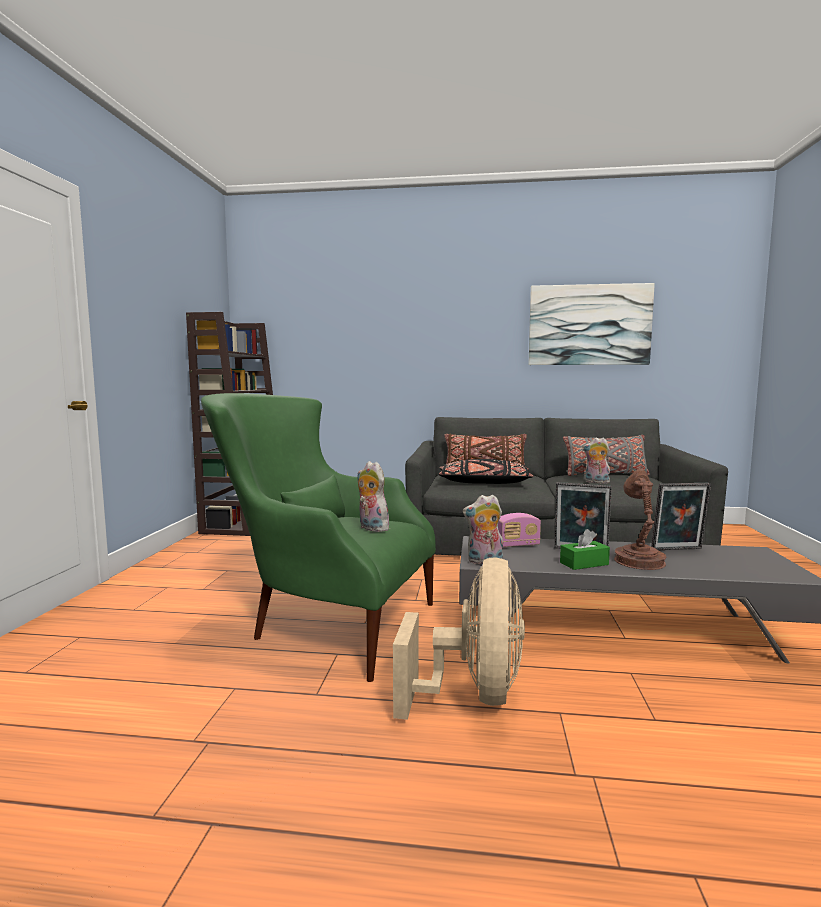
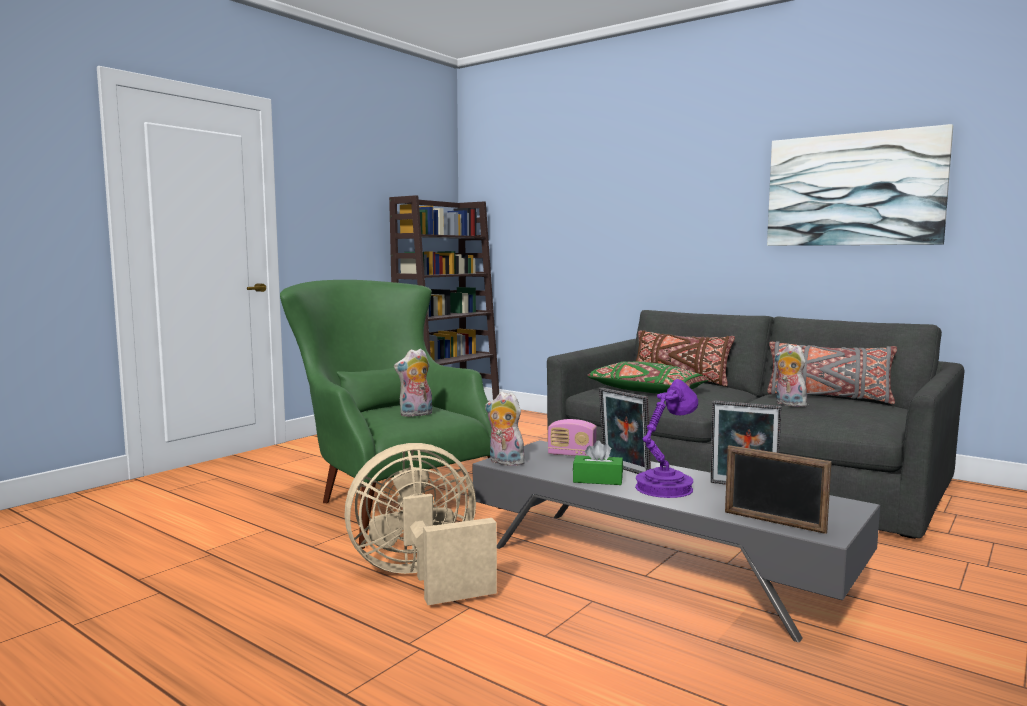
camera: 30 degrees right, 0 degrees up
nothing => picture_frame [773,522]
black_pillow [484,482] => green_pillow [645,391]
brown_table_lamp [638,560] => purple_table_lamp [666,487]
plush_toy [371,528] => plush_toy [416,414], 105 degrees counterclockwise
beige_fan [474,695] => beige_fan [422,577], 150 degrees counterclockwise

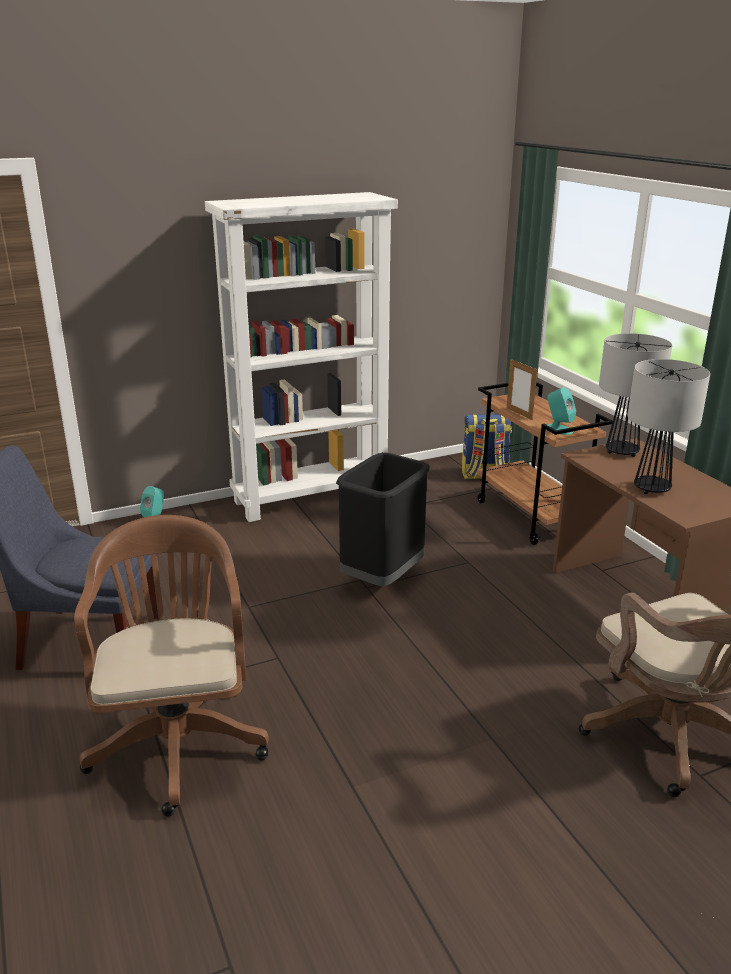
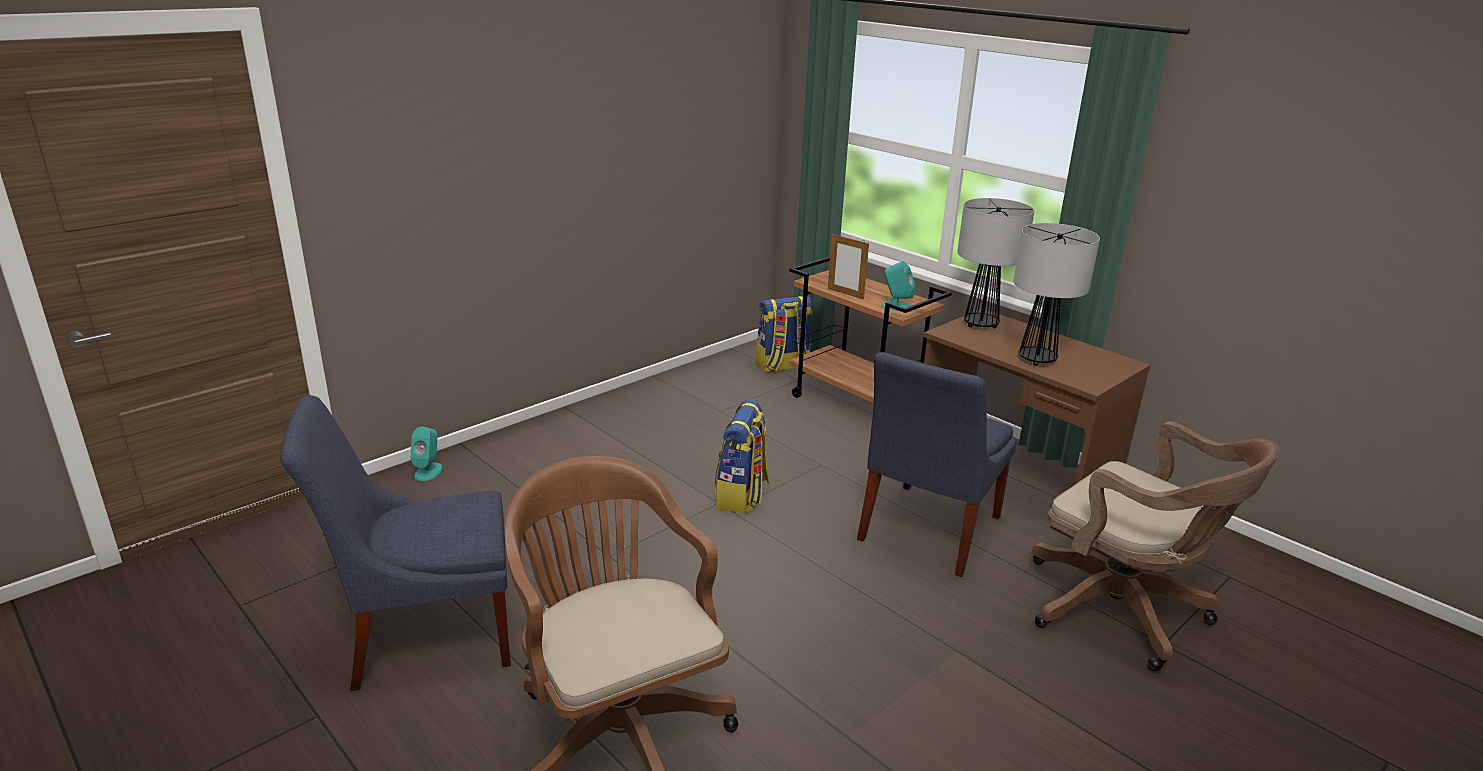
camera: 20 degrees left, 0 degrees up
white_bookcase [312,496] => nothing
nothing => blue_chair [926,531]
black_trash_can [383,578] => backpack [741,496]

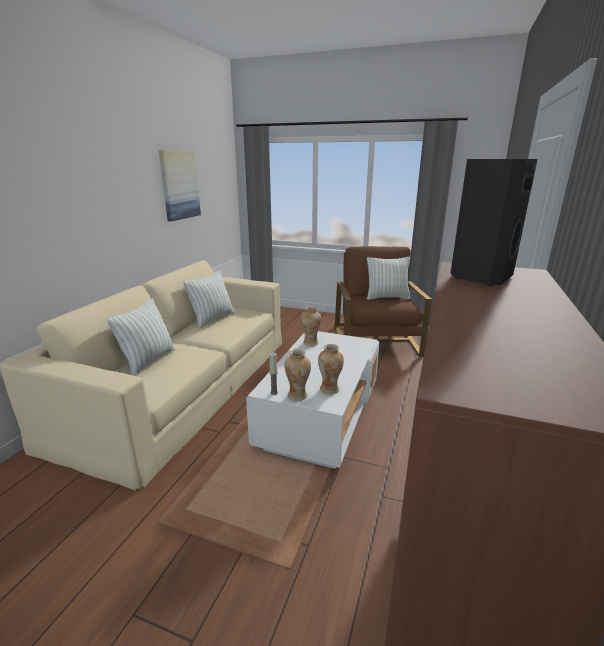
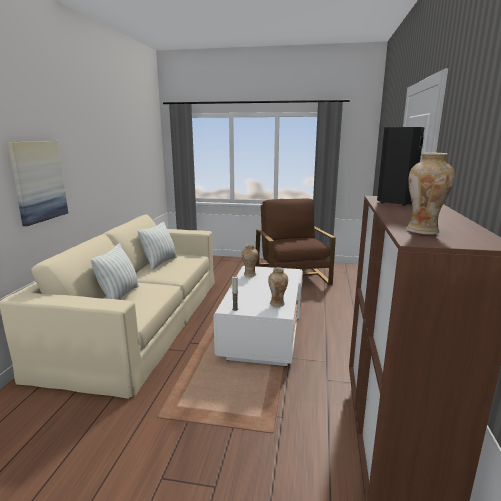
camera: 10 degrees left, 5 degrees down
pillow [387,297] => nothing
picture [179,185] => picture [38,181], move
vase [297,396] => vase [423,231], move

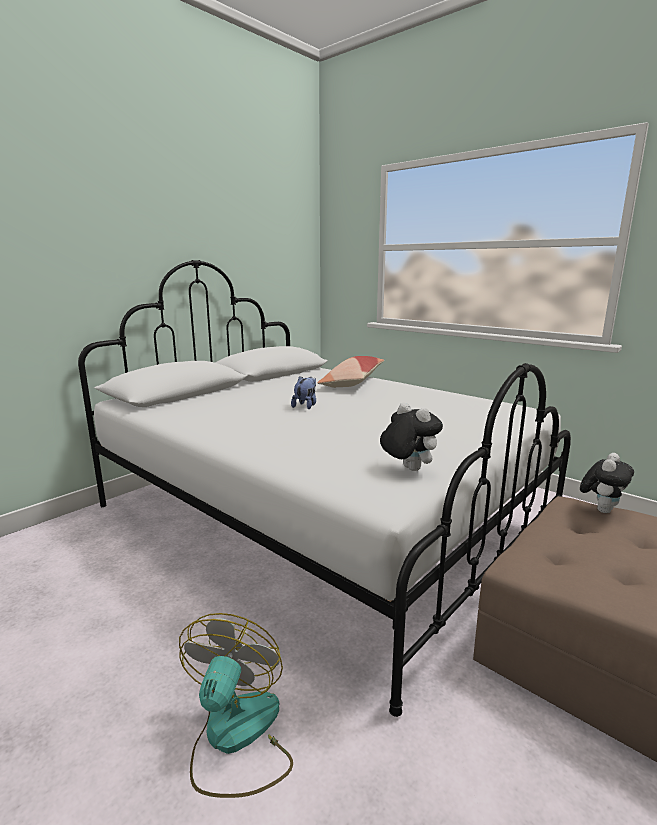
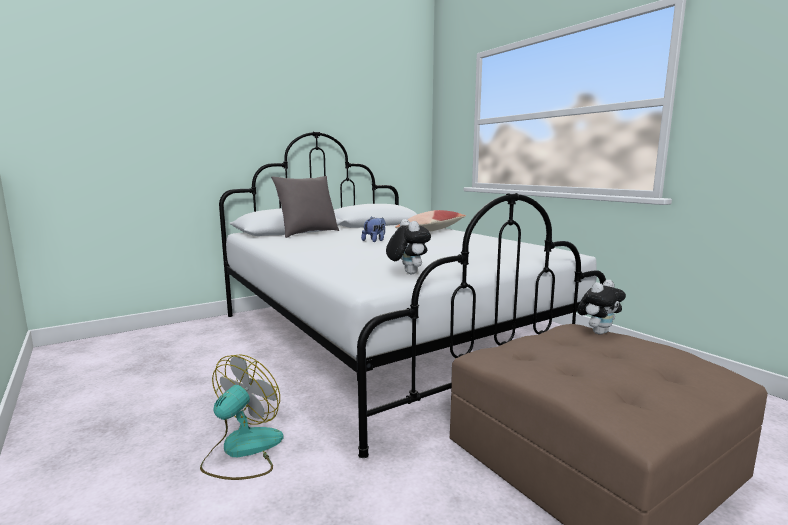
camera: 15 degrees right, 5 degrees down
nothing => grey_pillow [307,233]

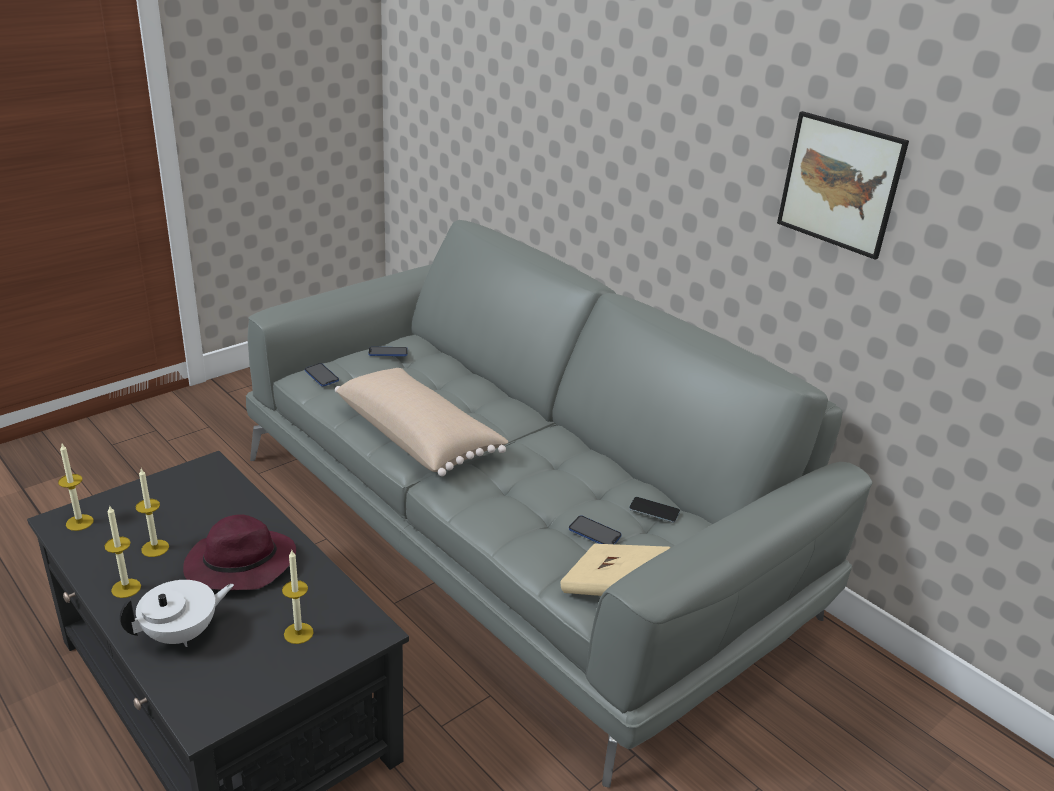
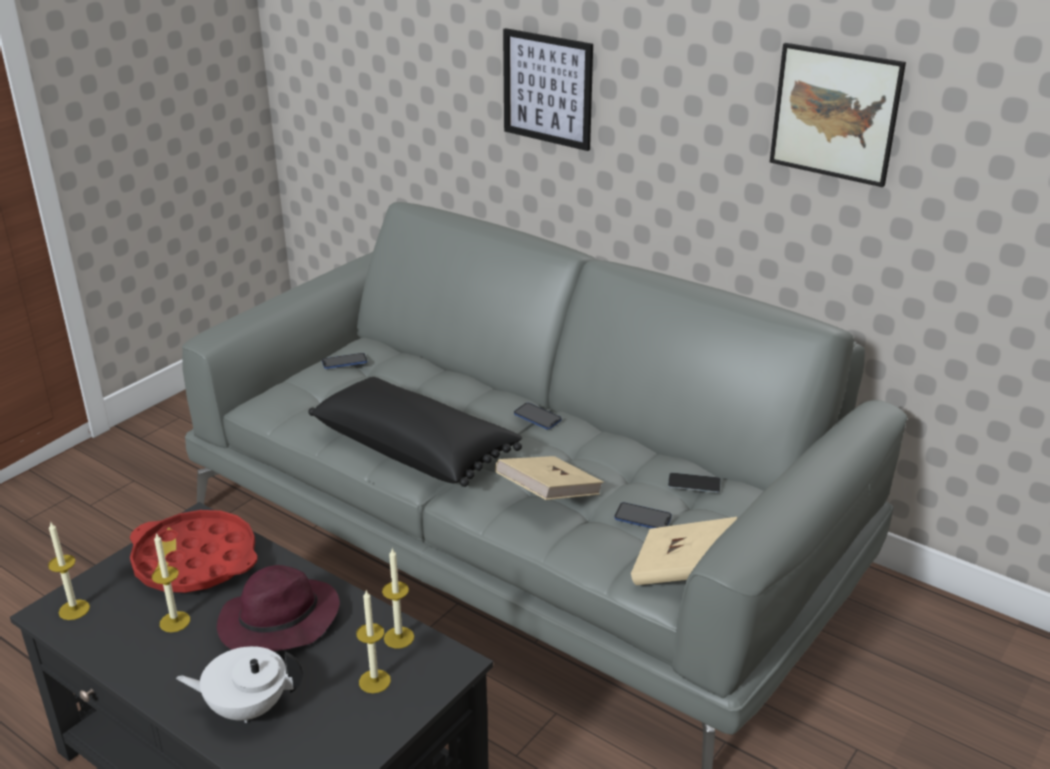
camera: 10 degrees left, 0 degrees up
nothing => red_tray [195,561]
nothing => beige_book [549,496]
nothing => picture [547,89]
candle [126,588] => candle [399,637], move
phone [321,376] => phone [537,417], move
beige_pillow [418,437] => black_pillow [415,449]
white_teapot [182,634] => white_teapot [247,707], 135 degrees counterclockwise

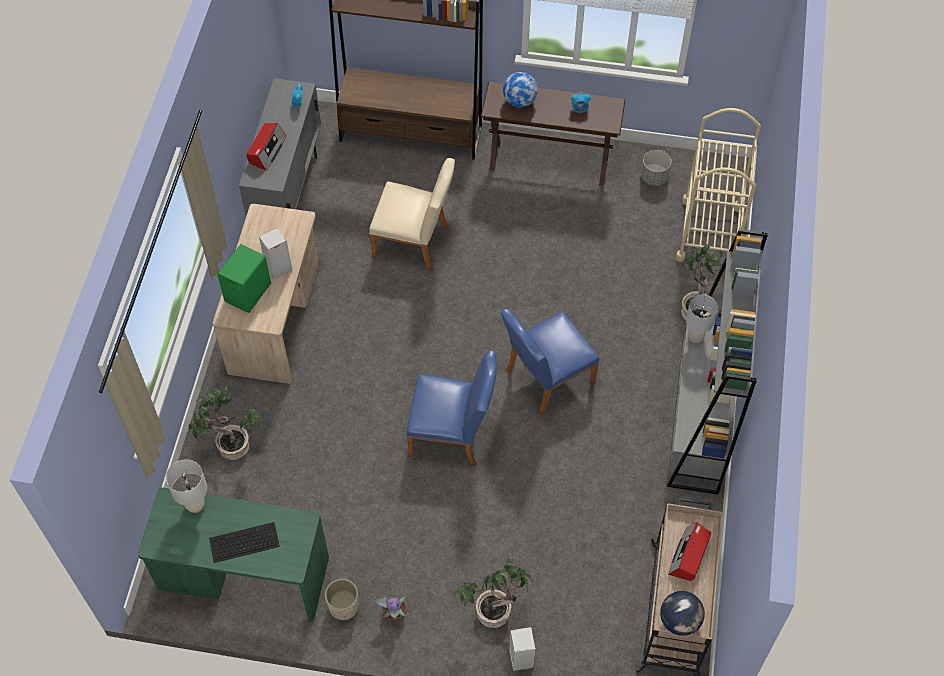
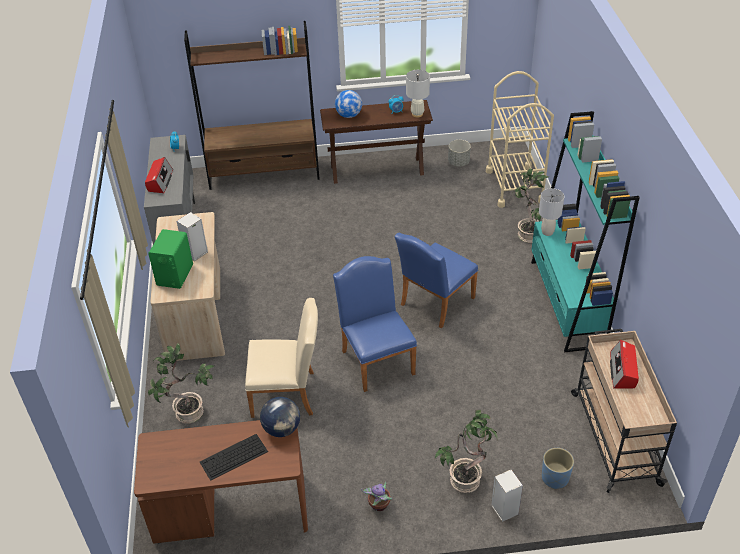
camera: 15 degrees left, 15 degrees down
beige_planter [343,606] => nothing
nothing => blue_planter [555,478]
white_table_lamp [195,505] => white_table_lamp [417,114], move
beige_chair [415,243] => beige_chair [288,394], move
globe [679,621] => globe [282,429], move
green_desk [244,576] => brown_desk [231,511]
grey_bookcase [699,421] => turquoise_bookcase [567,303]
blue_chair [453,435] => blue_chair [376,358], 105 degrees counterclockwise

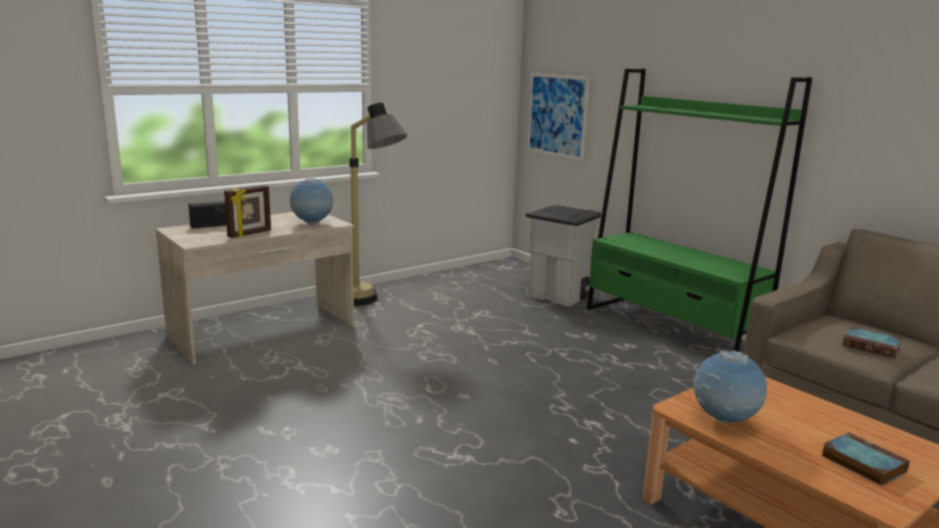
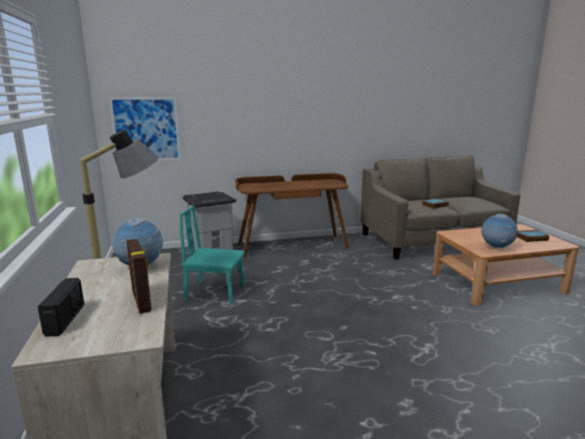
camera: 65 degrees left, 0 degrees up
nothing => turquoise_chair [215,292]
green_bookcase [671,329] => brown_desk [292,245]

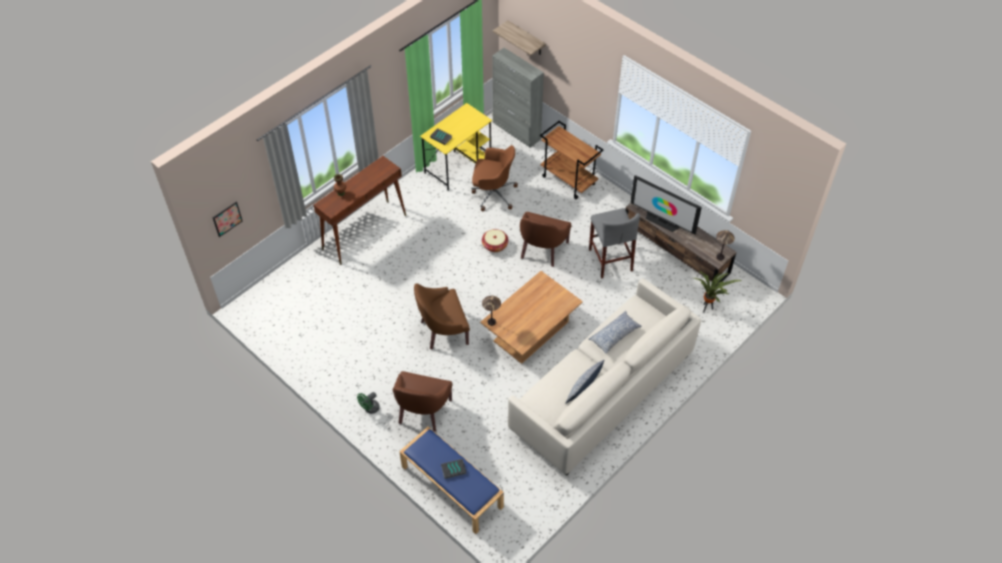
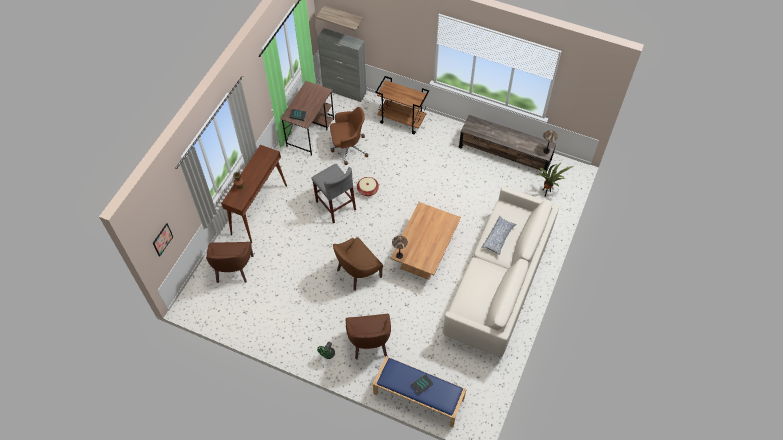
camera: 20 degrees left, 5 degrees up
pillow [584,387] => nothing
television [662,221] => nothing
brown_armchair [542,250] => brown_armchair [232,269], move
grey_stool [610,260] => grey_stool [335,205], move
yellow_desk [458,165] => brown_desk [310,132]

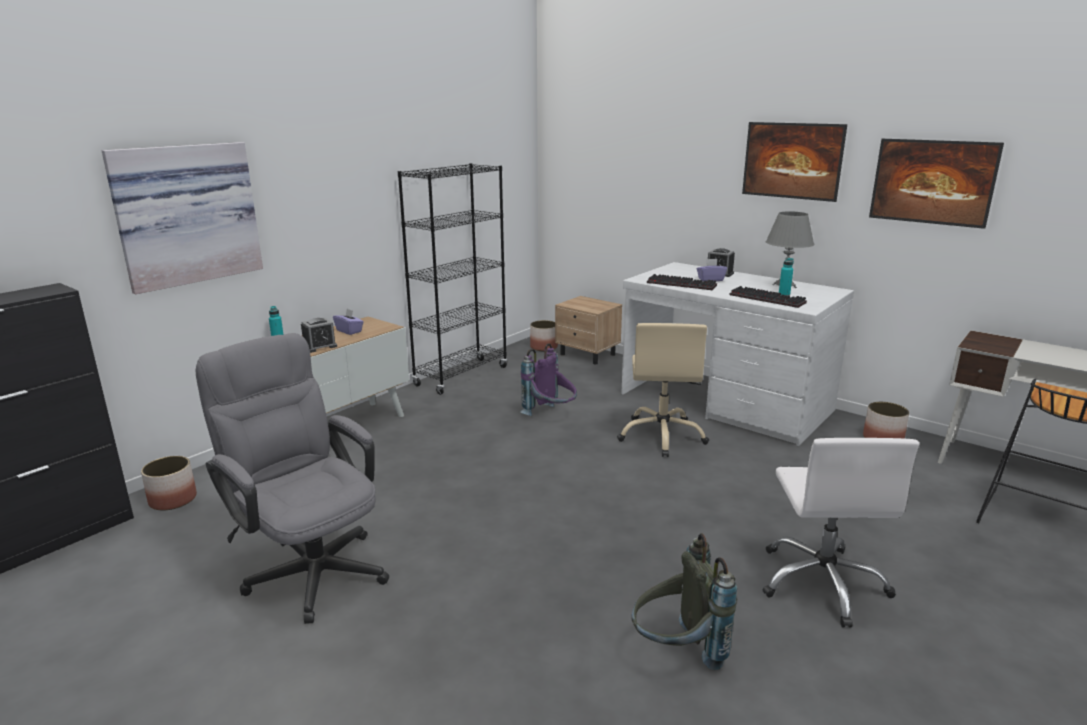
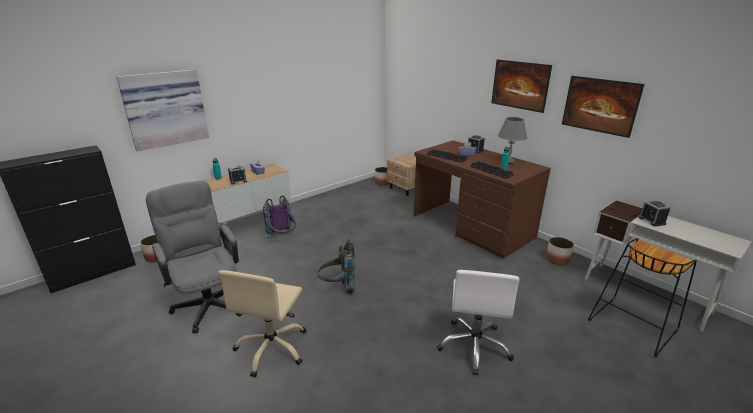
camera: 10 degrees right, 5 degrees up
black_bookcase [461,376] => nothing
nothing => alarm_clock [652,221]
purple_backpack [551,415] => purple_backpack [283,238], move
beige_office_chair [662,436] => beige_office_chair [272,348], move
grey_backpack [677,652] => grey_backpack [338,287], move
white_desk [725,402] => brown_desk [471,226]

